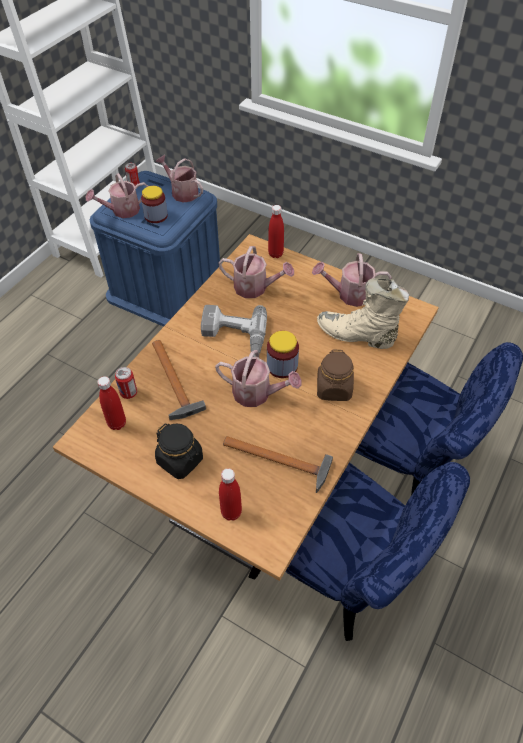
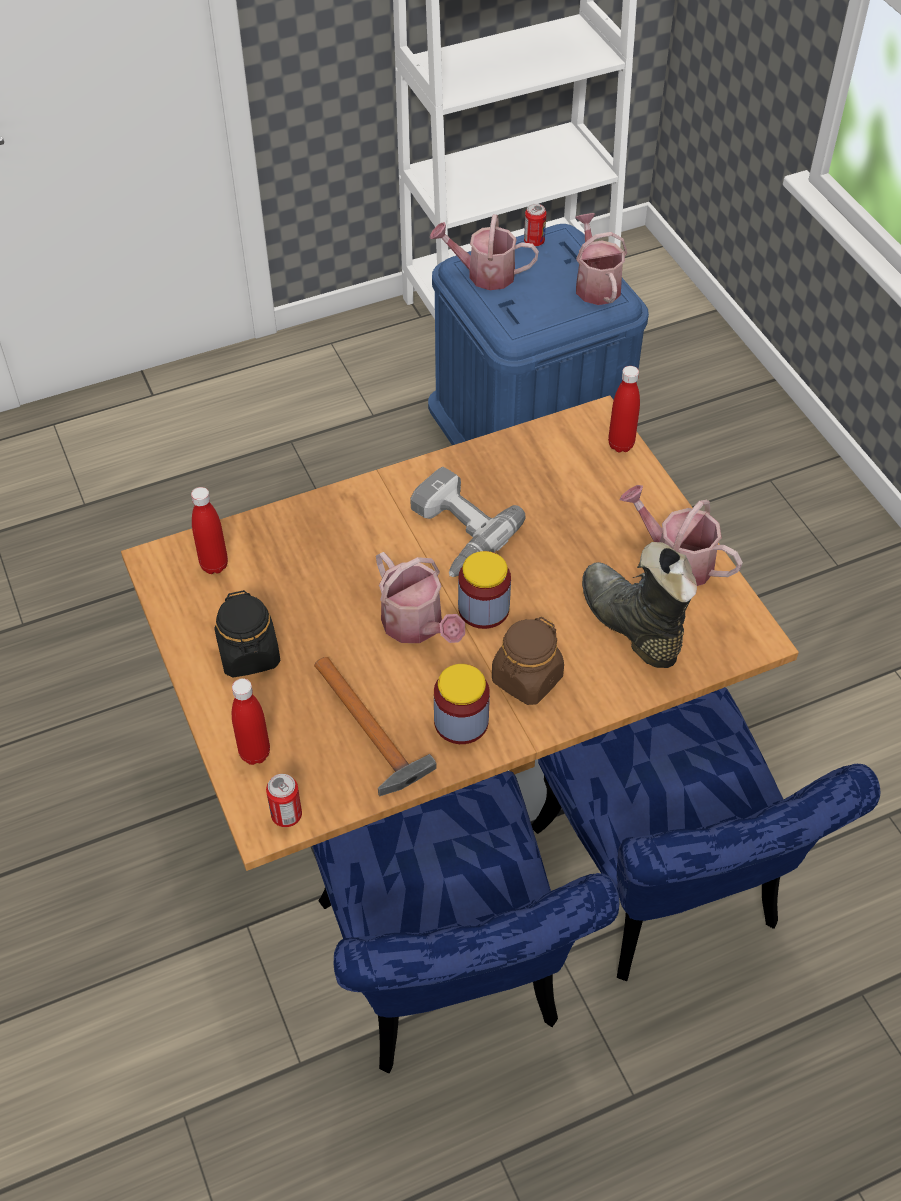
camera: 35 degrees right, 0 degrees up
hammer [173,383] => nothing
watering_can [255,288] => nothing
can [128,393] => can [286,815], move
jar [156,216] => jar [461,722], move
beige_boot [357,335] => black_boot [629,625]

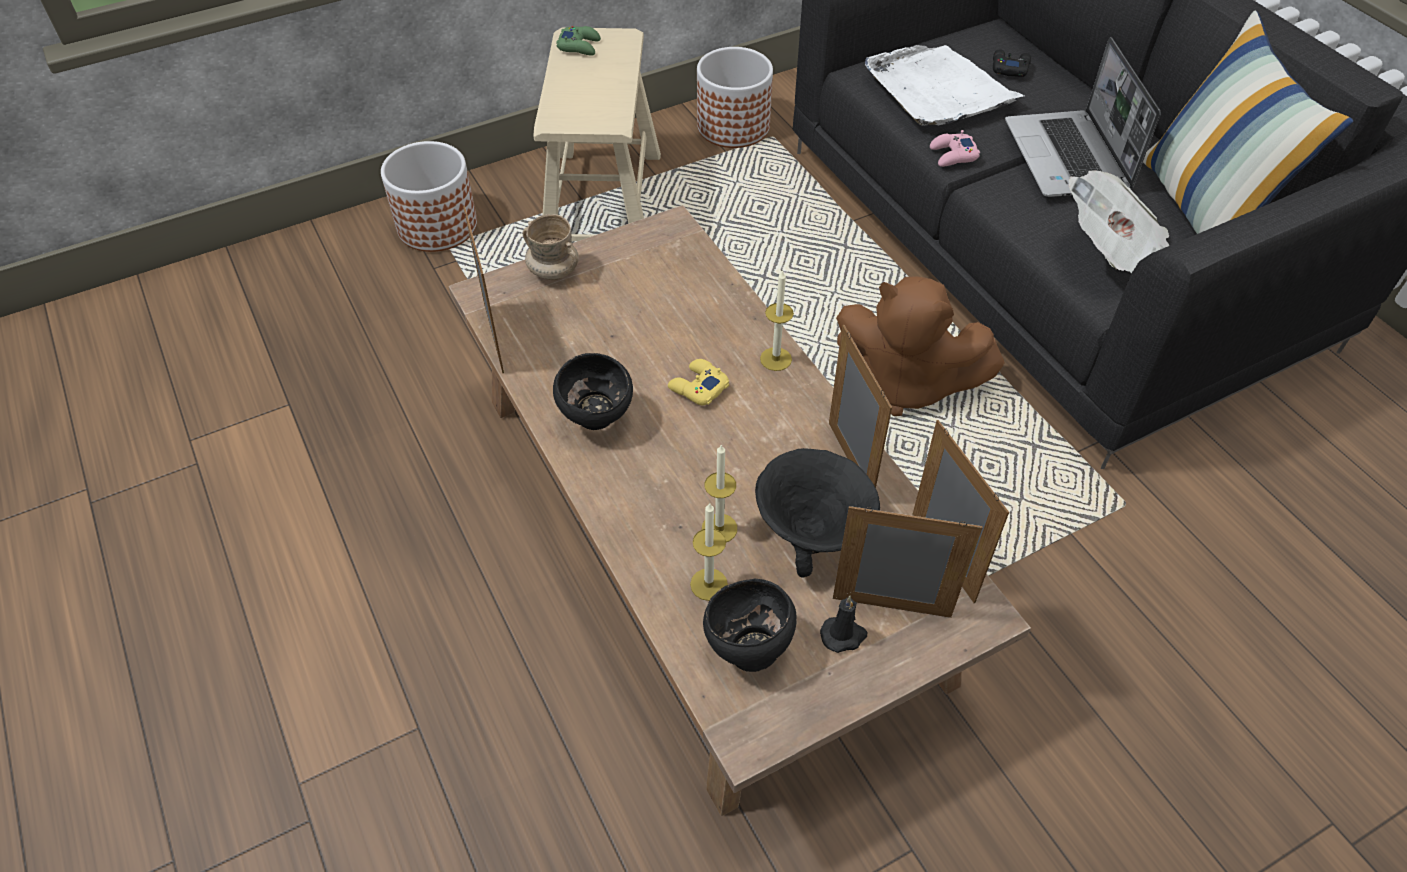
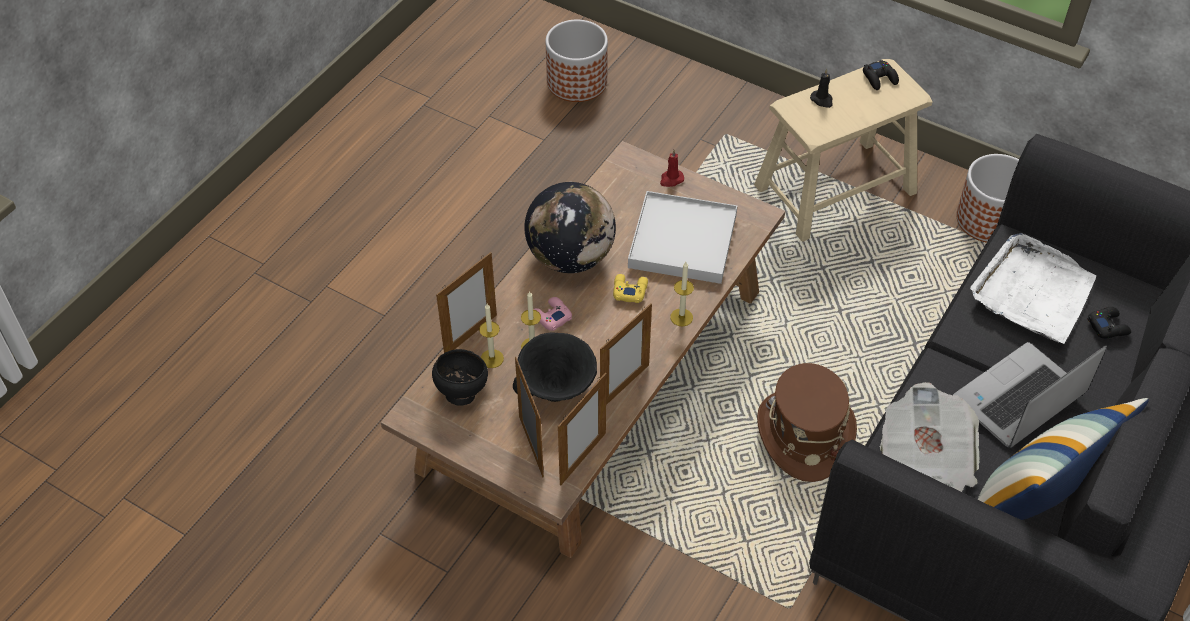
camera: 60 degrees right, 0 degrees up
nothing => white_tray [683,241]
planter [437,226] => planter [577,82], move
picture_frame [493,339] => picture_frame [470,335], move
black_candle [843,635] => black_candle [822,100], move
pink_game_controller [953,155] => pink_game_controller [550,317], move
beige_mug [553,271] => red_candle [671,179]
black_bowl [598,420] => globe [571,257]
brown_plush_toy [905,382] => brown_hat [803,434]
green_game_controller [579,46] => black_game_controller [880,78]

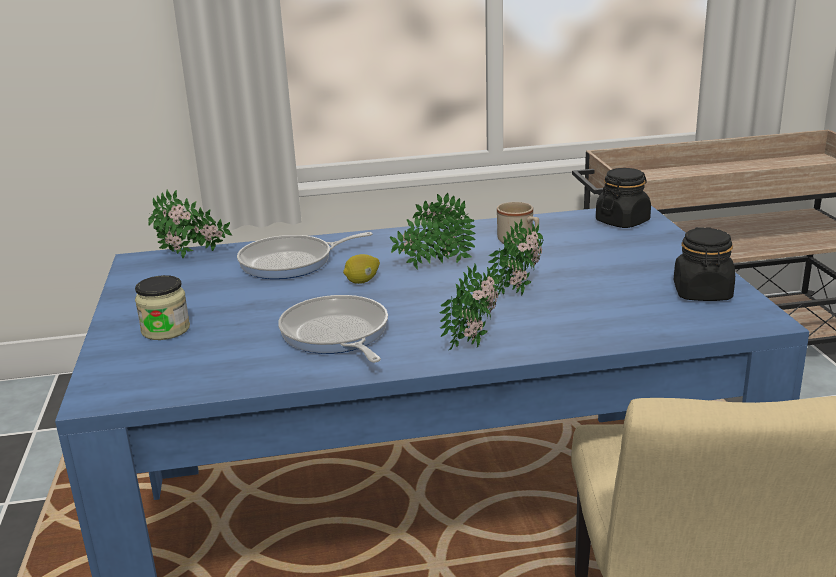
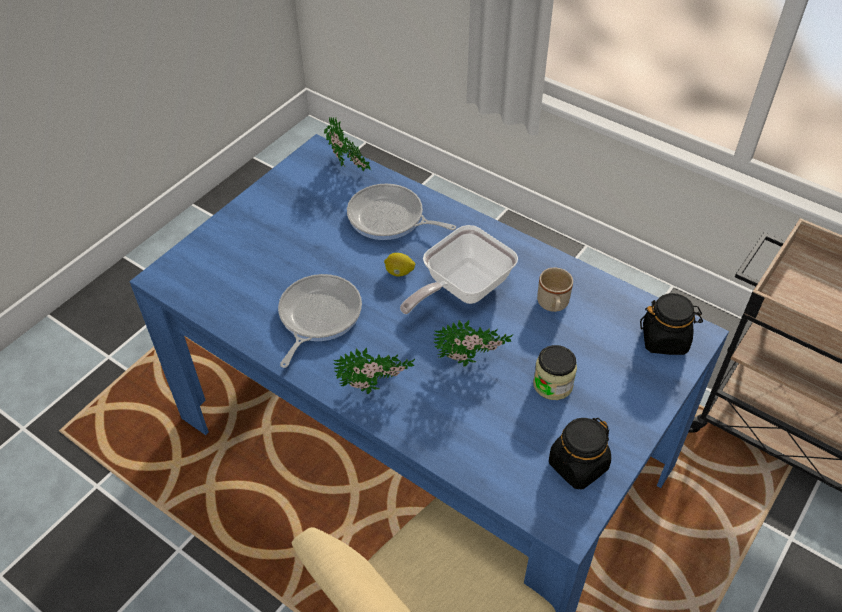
camera: 45 degrees right, 25 degrees up
jar [165,330] => jar [553,384], move
potted_plant [433,266] => frying_pan [461,289]

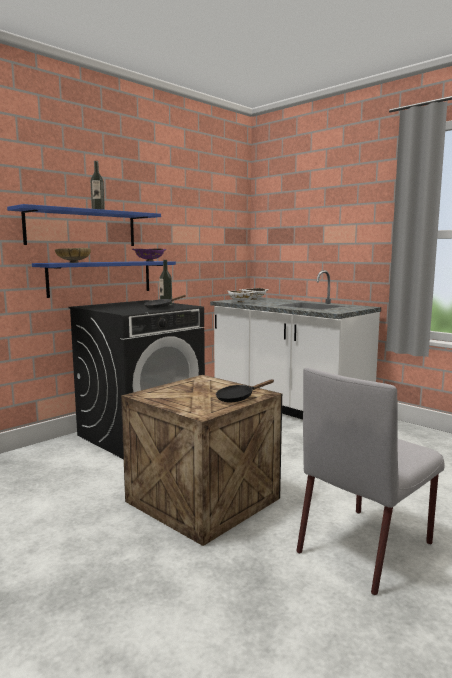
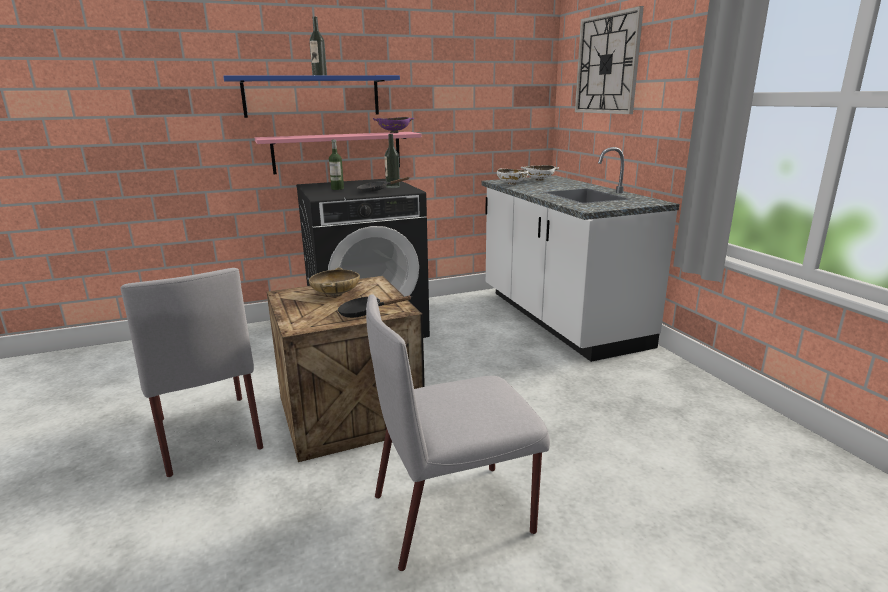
camera: 25 degrees right, 10 degrees up
nothing => grey_chair [208,432]
nothing => bottle [337,189]
nothing => wall_clock [607,64]
beige_bowl [73,262] => beige_bowl [335,295], move
blue_shelf [101,278] => pink_shelf [337,152]

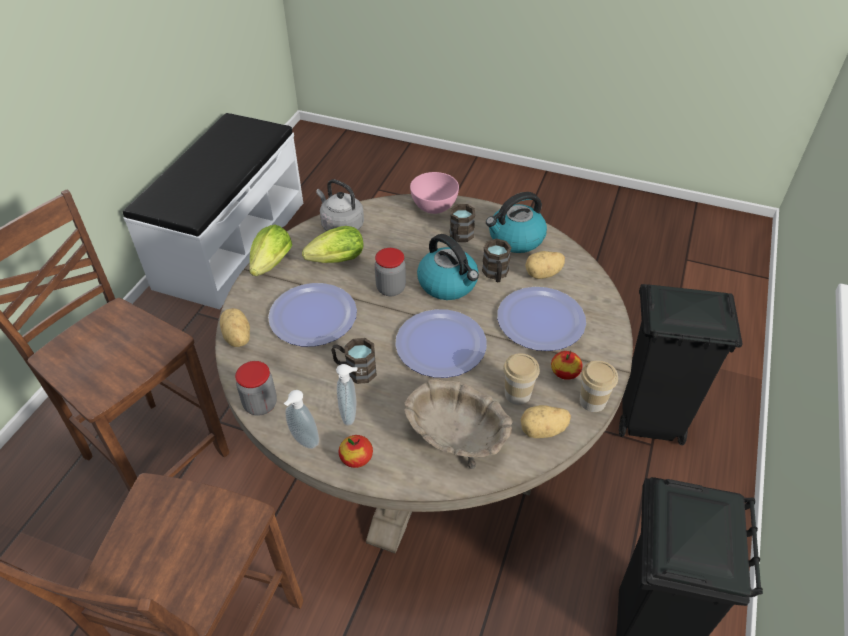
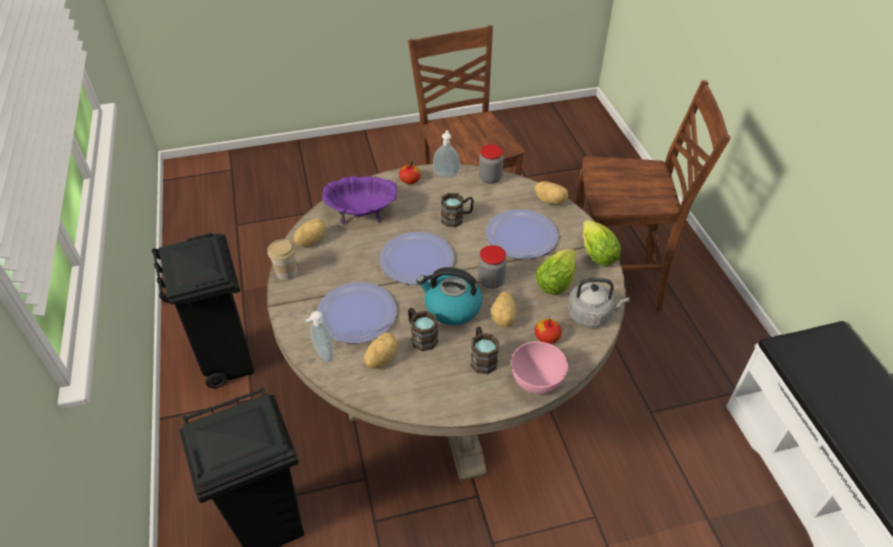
camera: 145 degrees right, 0 degrees up
kettle [515,239] => nothing
cup [517,394] => nothing
nothing => potato [504,318]
soap_dispenser [351,414] => soap_dispenser [322,355], move
apple [565,372] => apple [547,337], move
beige_bowl [455,439] => purple_bowl [362,212]

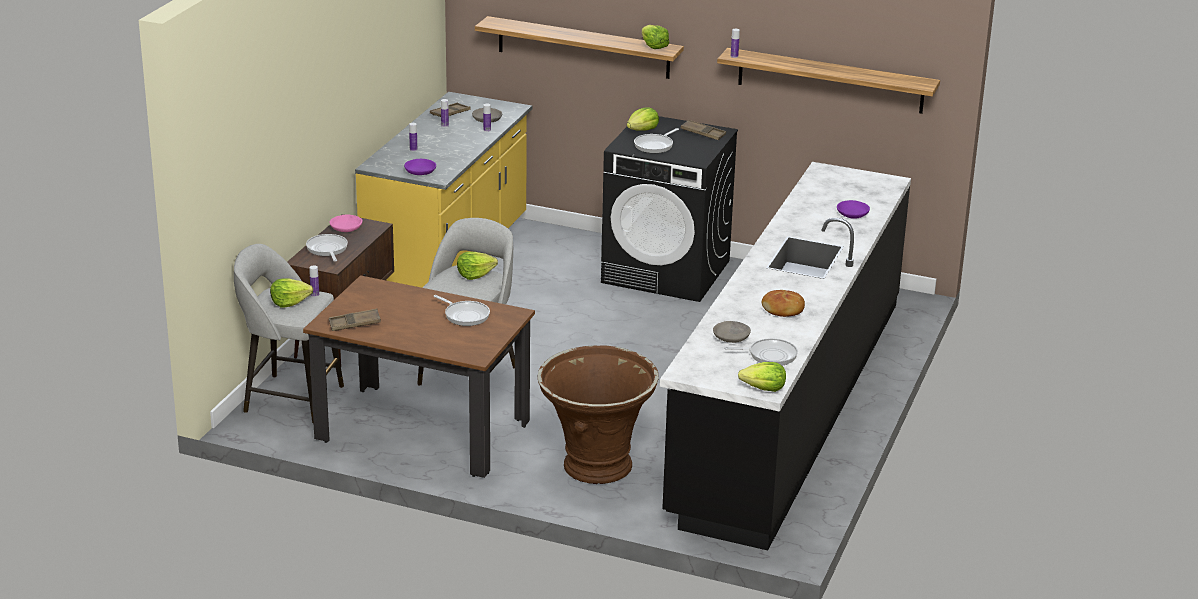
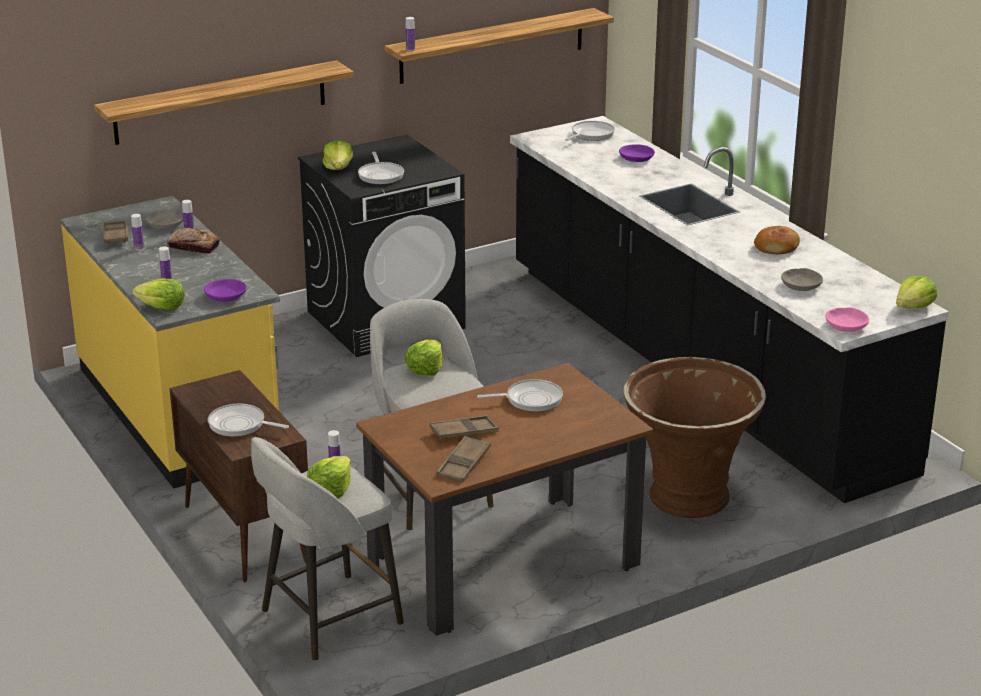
camera: 50 degrees left, 0 degrees up
nothing => bread [193,247]
pink_bowl [346,228] => pink_bowl [846,325], move
lettuce [653,46] => lettuce [162,307], move
brown_tray [703,133] => brown_tray [464,432], move
frying_pan [769,355] => frying_pan [590,135], move

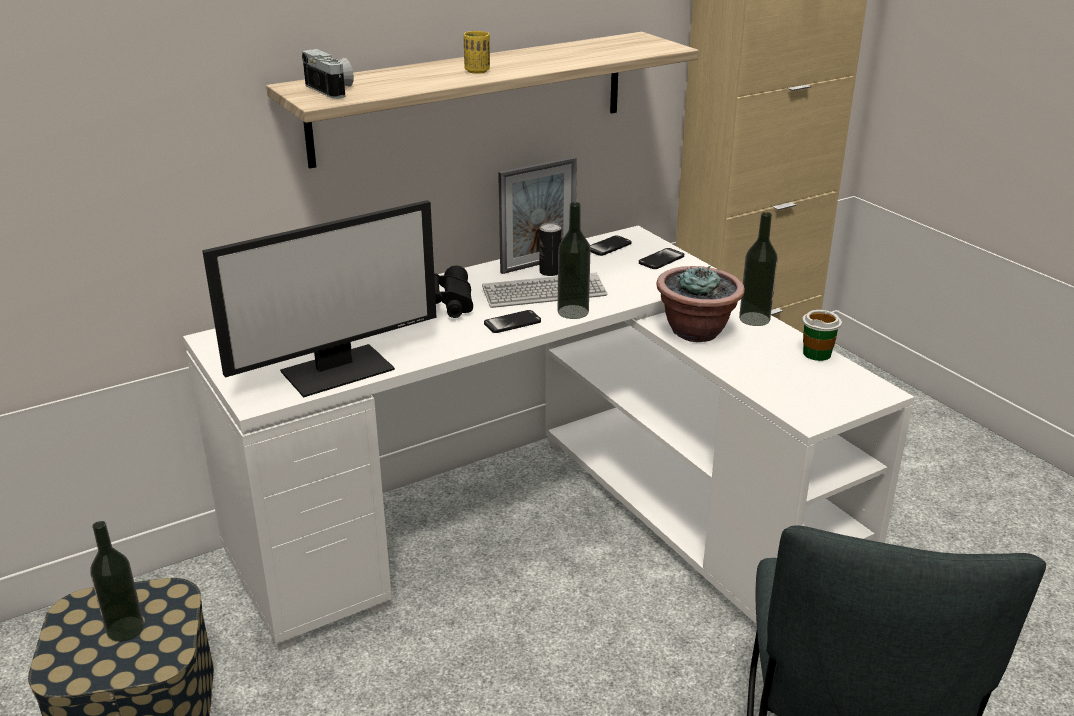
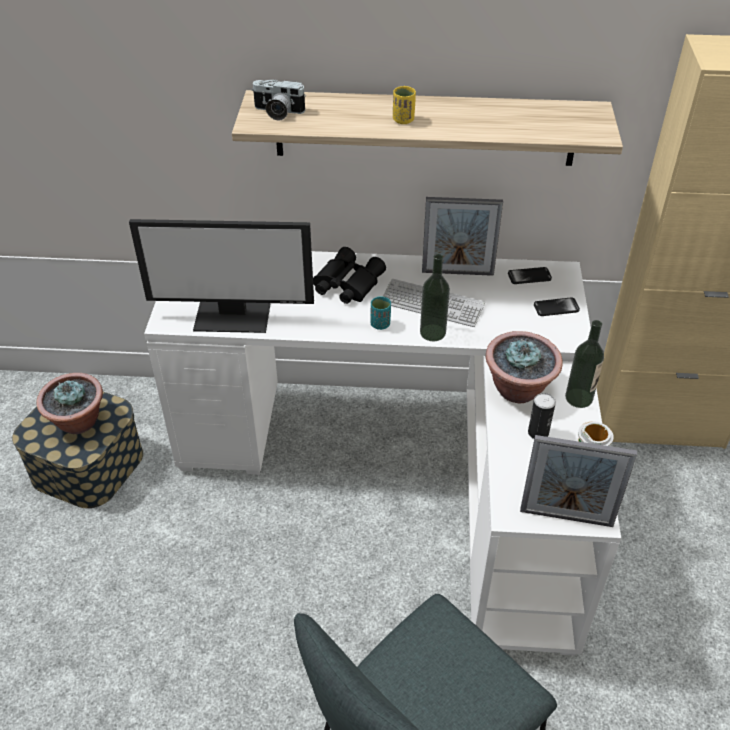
camera: 35 degrees right, 15 degrees up
nothing => picture_frame [566,517]
can [550,272] => can [538,433], move
bottle [125,629] => potted_plant [78,422]
phone [512,323] => turquoise_cup [380,324]
photo_camera [333,90] => photo_camera [277,112], 105 degrees clockwise

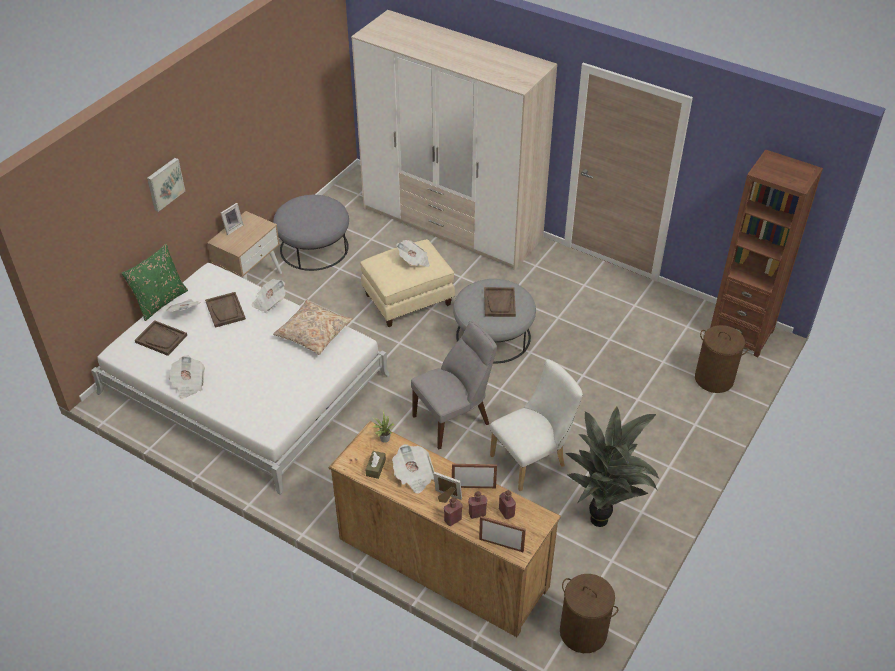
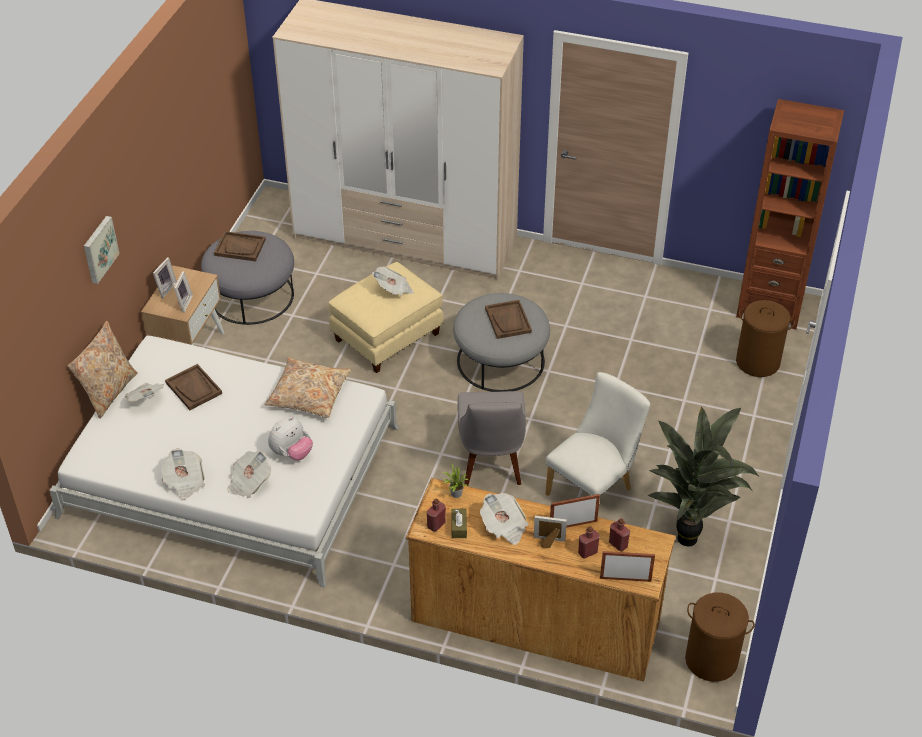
camera: 15 degrees left, 0 degrees up
nothing => picture_frame [183,303]
nothing => plush_toy [291,453]
brown_tray [161,339] => brown_tray [240,247], move
newspaper [269,302] => newspaper [249,482], move
red_bottle [453,520] => red_bottle [436,524], move
green_pillow [160,301] => beige_pillow [108,392]
grey_chair [454,419] => grey_chair [491,462], 135 degrees clockwise

